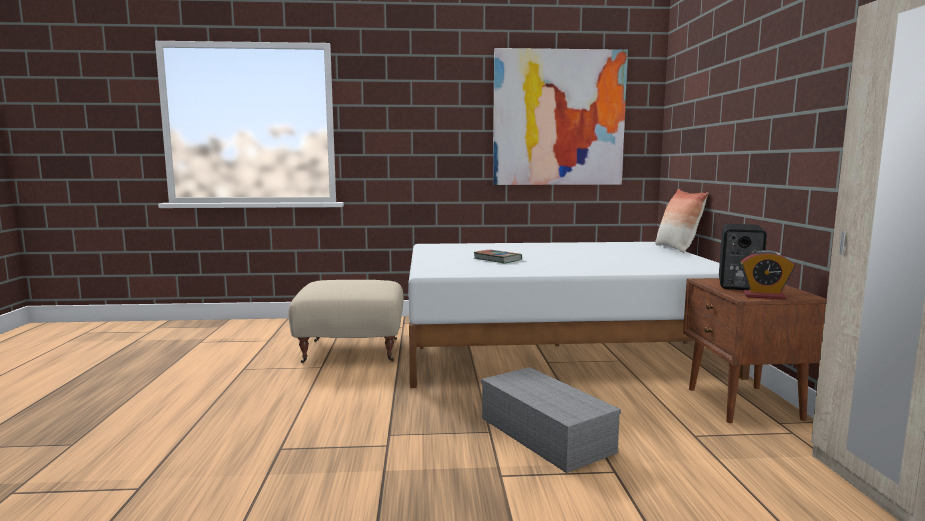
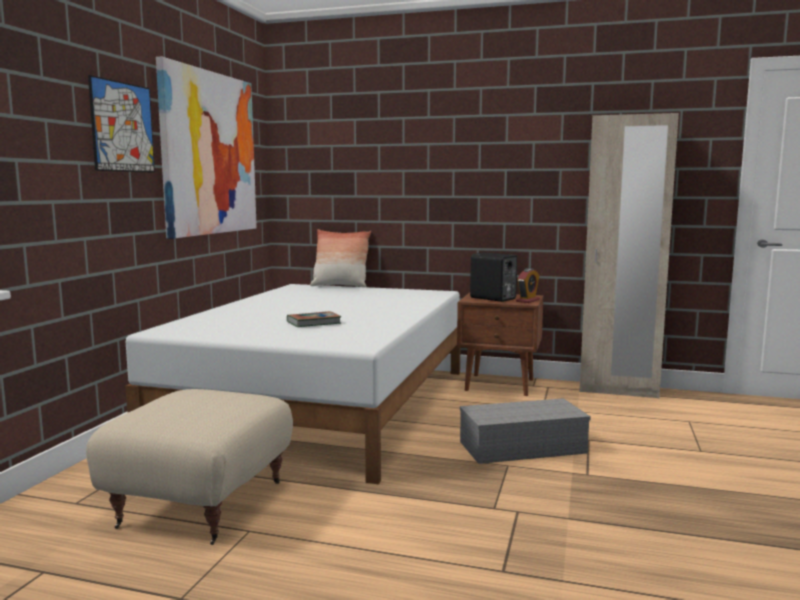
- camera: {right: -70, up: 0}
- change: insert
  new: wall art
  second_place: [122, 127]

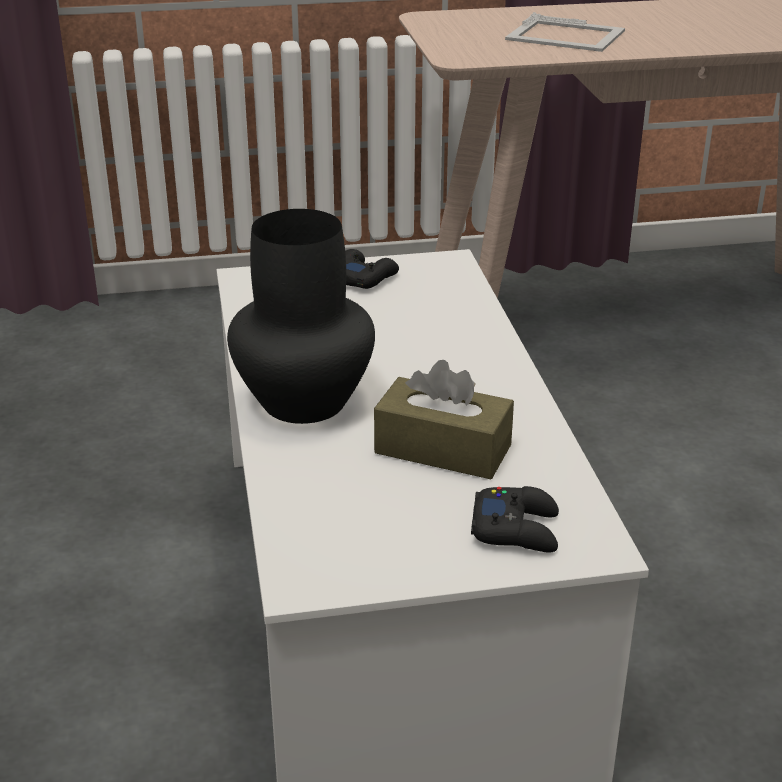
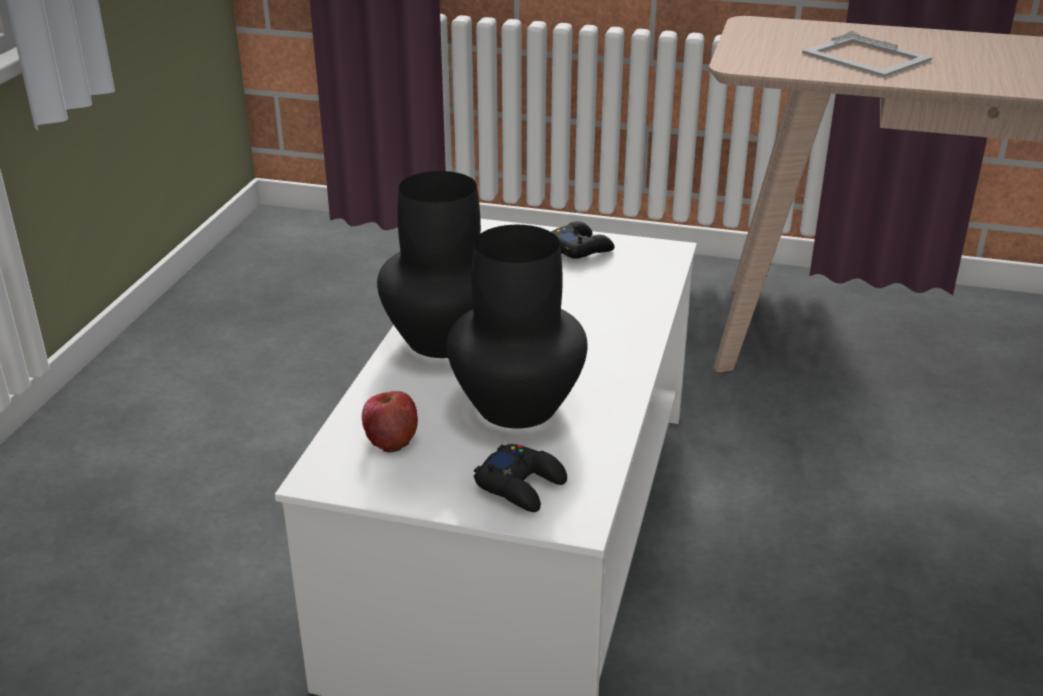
- camera: {right: 25, up: 0}
- change: insert
  new: whole apple
  second_place: [390, 439]
- change: replace
  old: tissue holder (brown-coloured)
  new: vase (black-coloured)
  first_place: [443, 449]
  second_place: [519, 405]

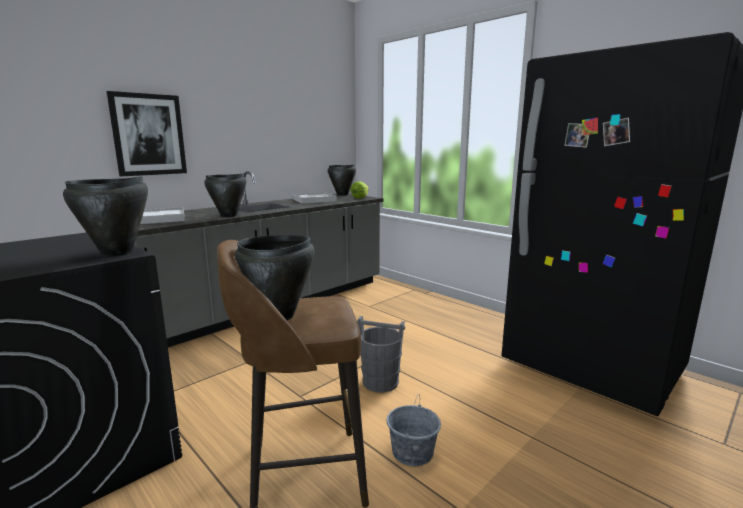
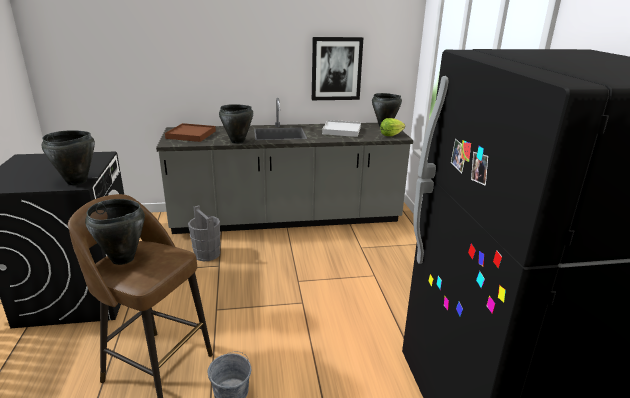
- camera: {right: 35, up: 10}
- change: recolor
  old: tray (white-coloured)
  new: tray (brown-coloured)
  first_place: [159, 219]
  second_place: [191, 135]
- change: move
  old: water bucket (grey)
  first_place: [380, 382]
  second_place: [207, 254]
- change: move
  old: wall art
  first_place: [148, 135]
  second_place: [336, 69]

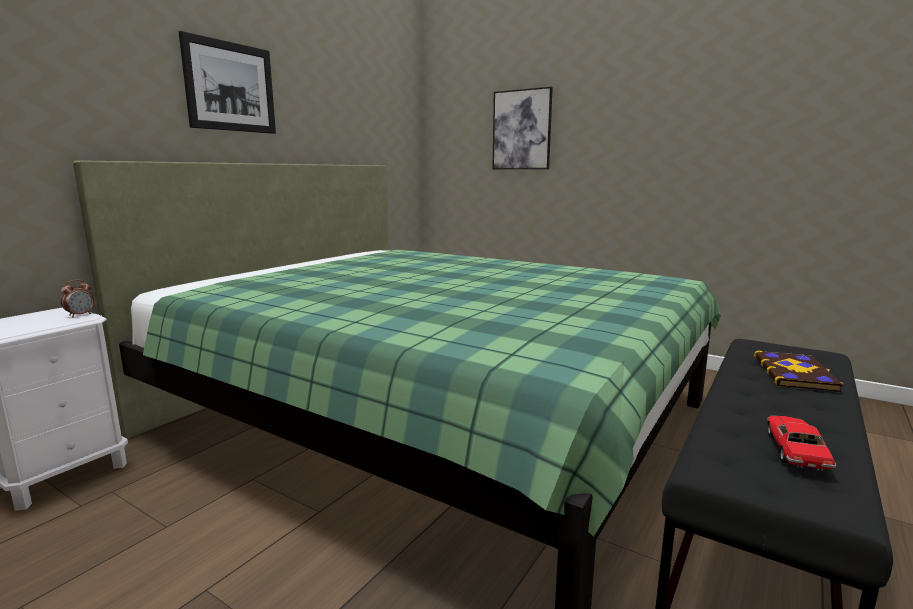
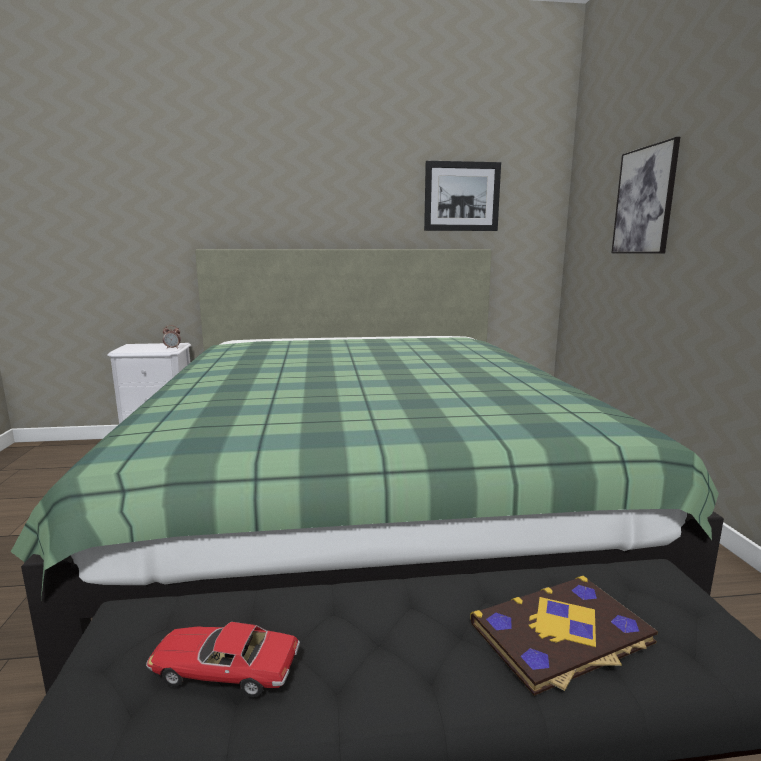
- camera: {right: 50, up: 0}
- change: rotate
  old: model car
  first_place: [795, 451]
  second_place: [224, 670]
  degrees: -150
- change: move
  old: wall art
  first_place: [230, 87]
  second_place: [462, 196]

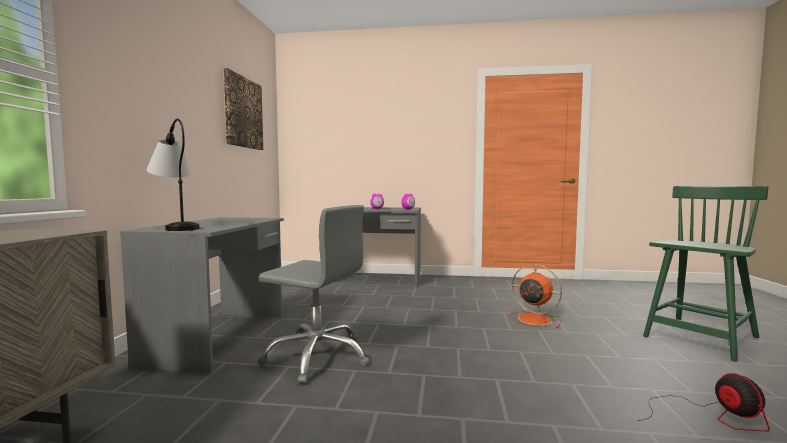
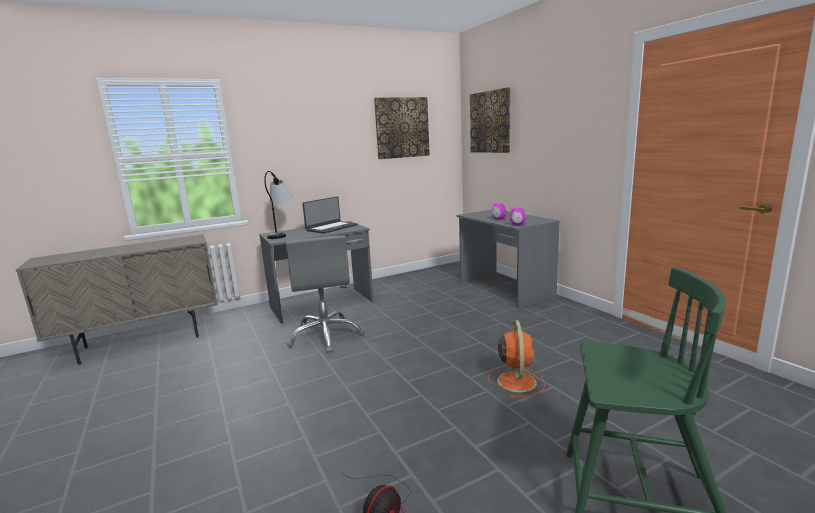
- camera: {right: 55, up: 10}
- change: insert
  new: notebook computer
  second_place: [331, 228]
- change: insert
  new: wall art
  second_place: [490, 122]

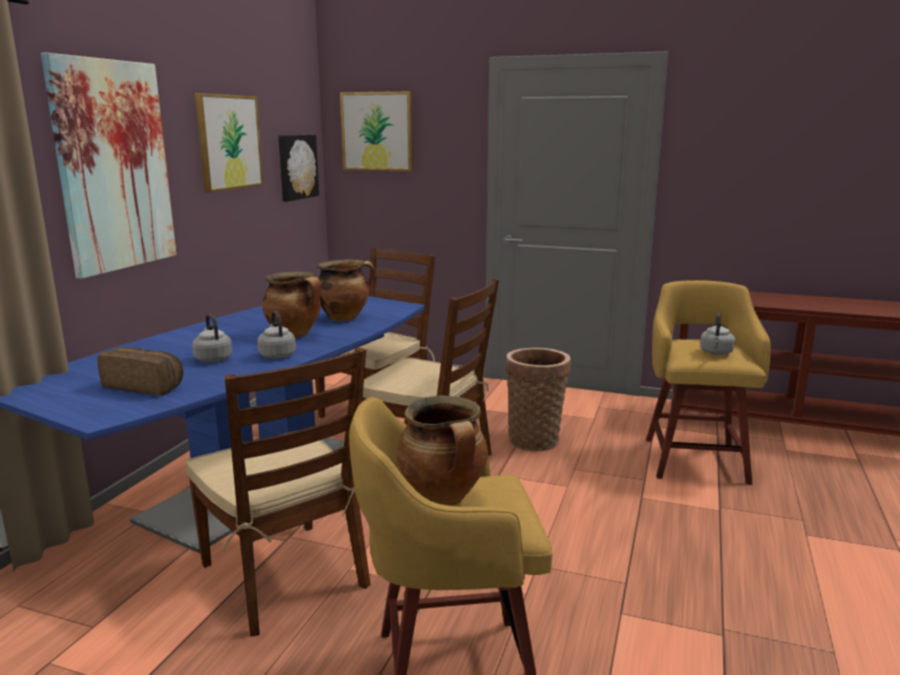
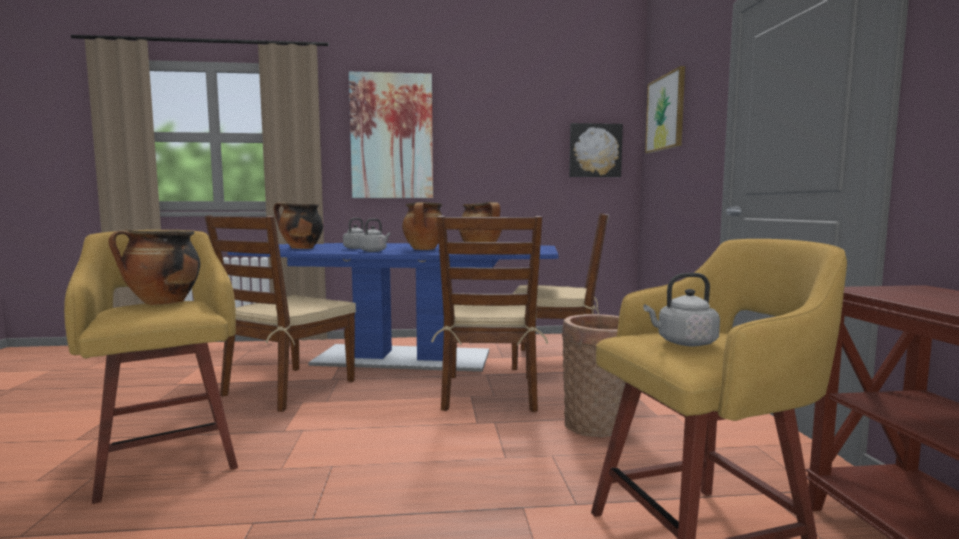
- camera: {right: 65, up: -10}
- change: replace
  old: bakery bread
  new: stockpot
  first_place: [146, 386]
  second_place: [300, 248]
- change: delete
  old: wall art
  first_place: [229, 142]

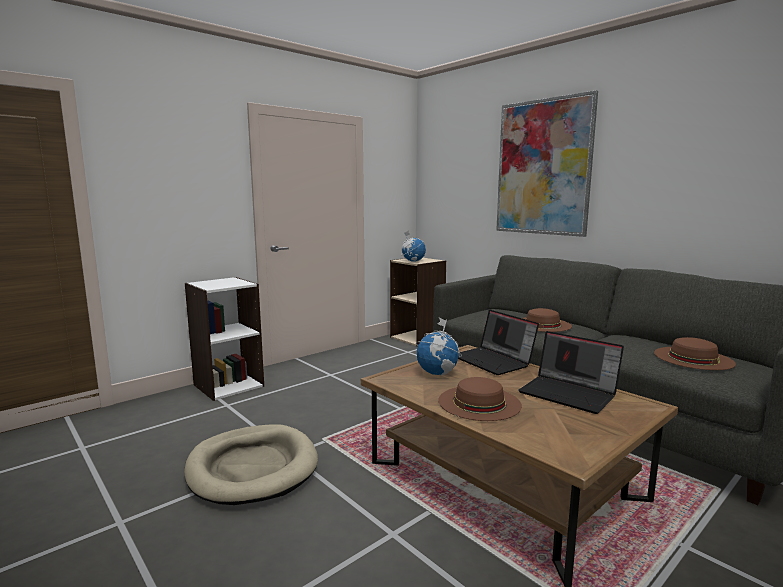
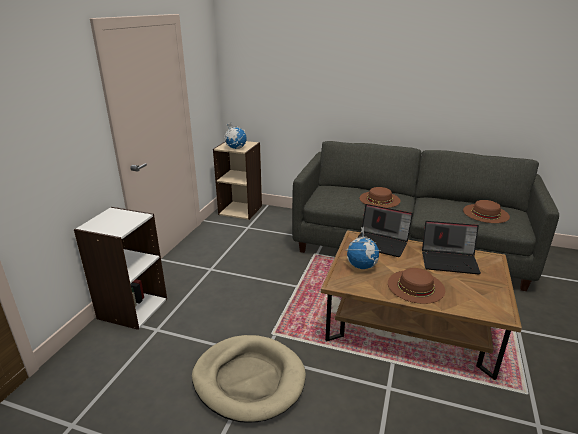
- camera: {right: -30, up: 15}
- change: delete
  old: wall art
  first_place: [543, 168]

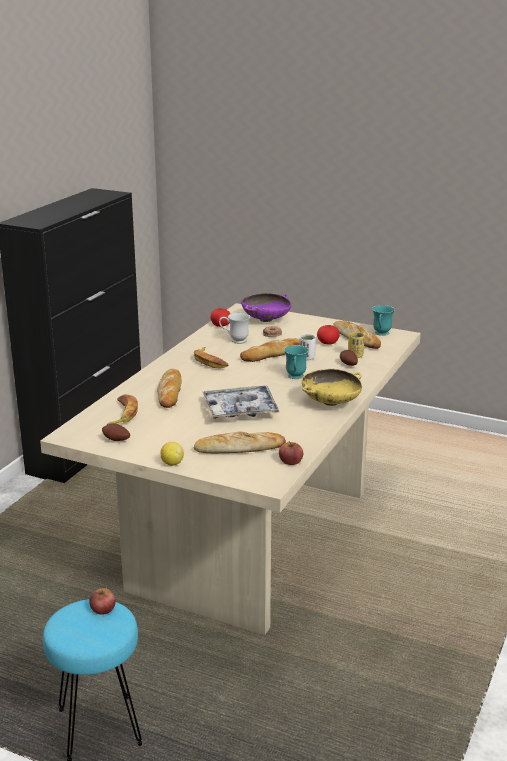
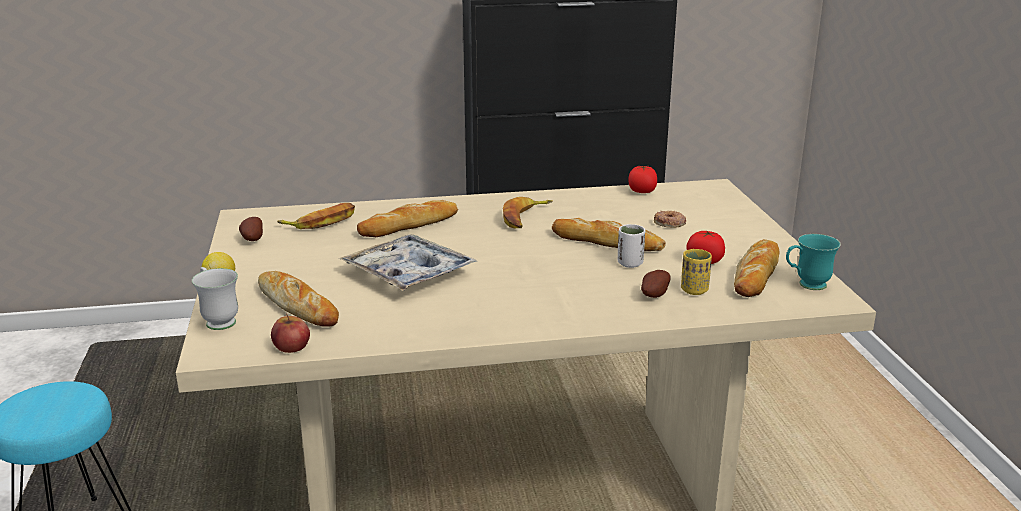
- camera: {right: 55, up: 0}
- change: move
  old: coffee mug (white-coloured)
  first_place: [234, 341]
  second_place: [218, 320]
- change: delete
  old: whole apple
  first_place: [103, 609]
- change: delete
  old: bowl (purple-coloured)
  first_place: [266, 320]
- change: delete
  old: coffee mug (turquoise)
  first_place: [295, 378]
- change: delete
  old: bowl (yellow-coloured)
  first_place: [331, 403]

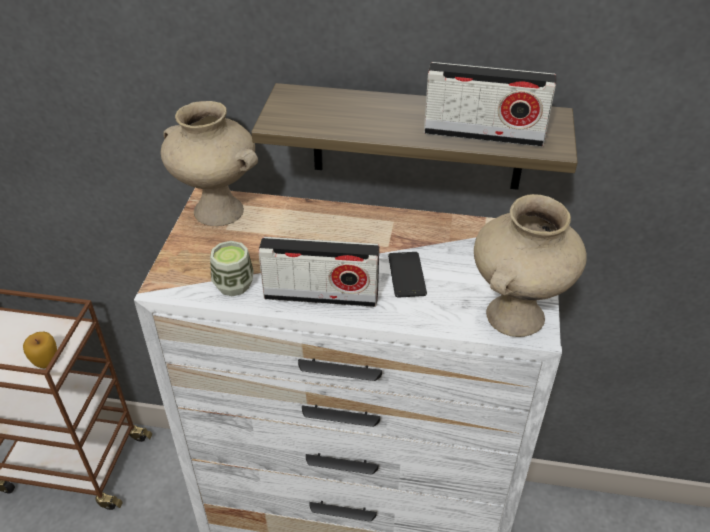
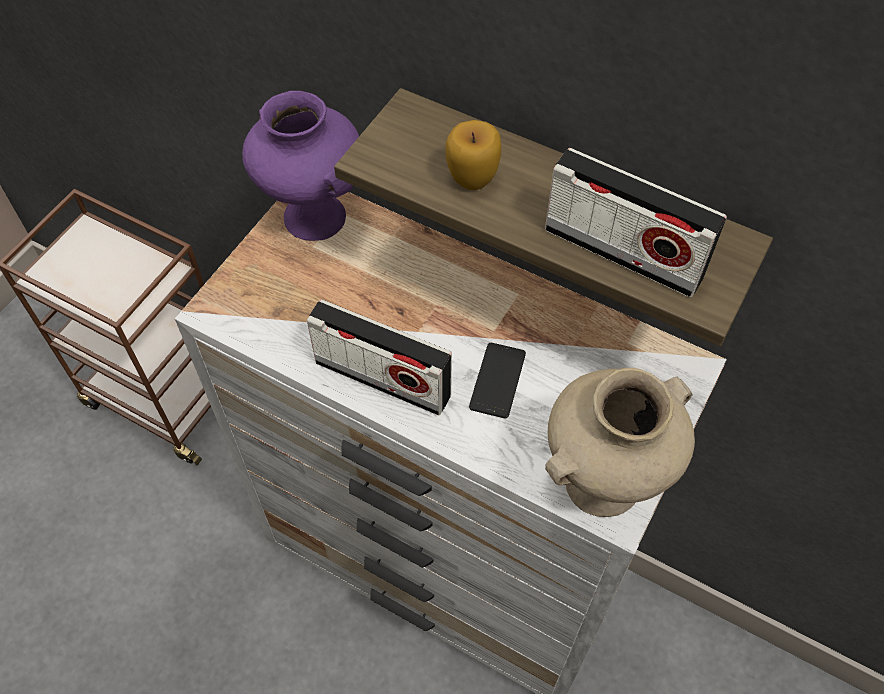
- camera: {right: 20, up: 15}
- change: recolor
  old: vase (beige)
  new: vase (purple-coloured)
  first_place: [216, 211]
  second_place: [312, 217]
- change: move
  old: whole apple
  first_place: [46, 362]
  second_place: [472, 178]
- change: delete
  old: cup
  first_place: [233, 285]

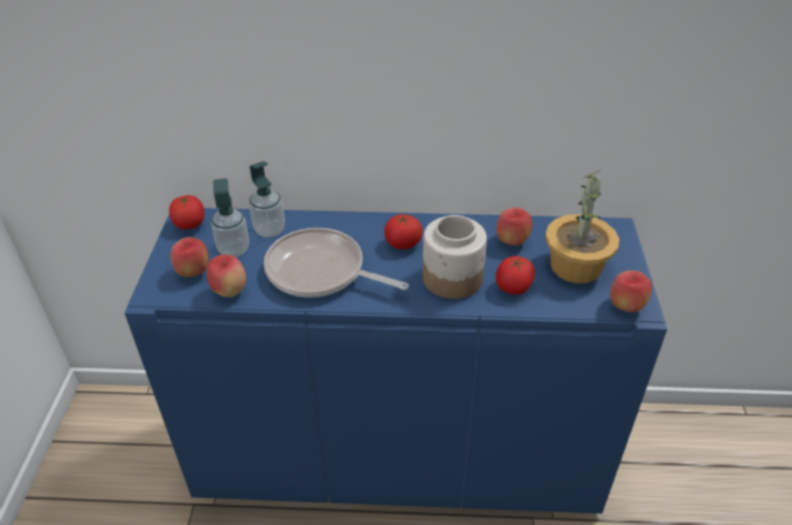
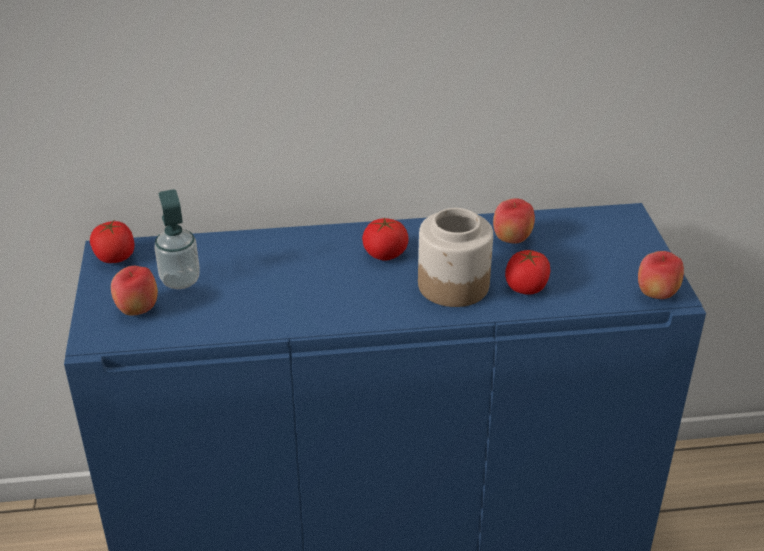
- camera: {right: -10, up: -5}
- change: delete
  old: whole apple
  first_place: [230, 291]
- change: delete
  old: soap bottle
  first_place: [269, 230]
- change: delete
  old: frying pan
  first_place: [320, 272]
- change: delete
  old: plant in a pot
  first_place: [576, 267]

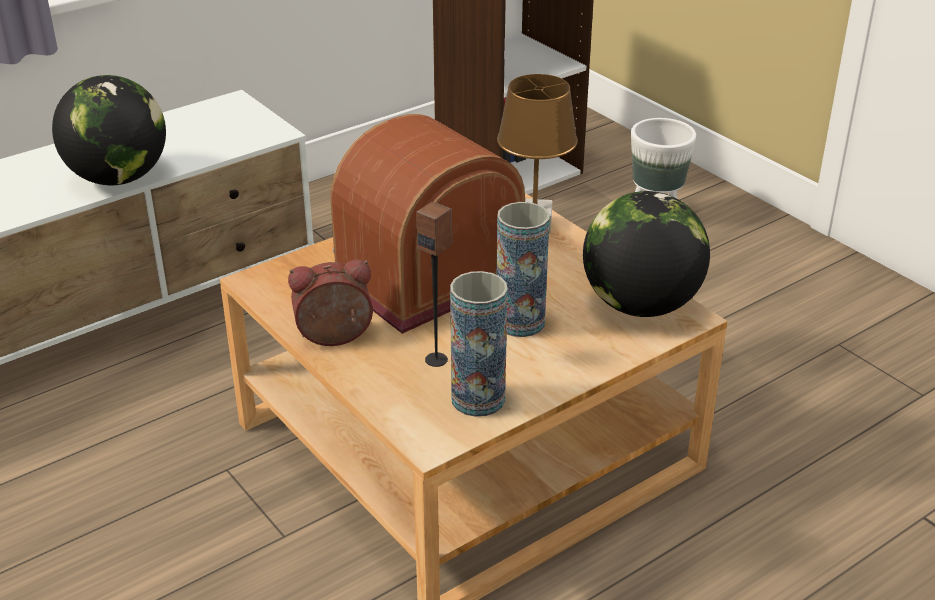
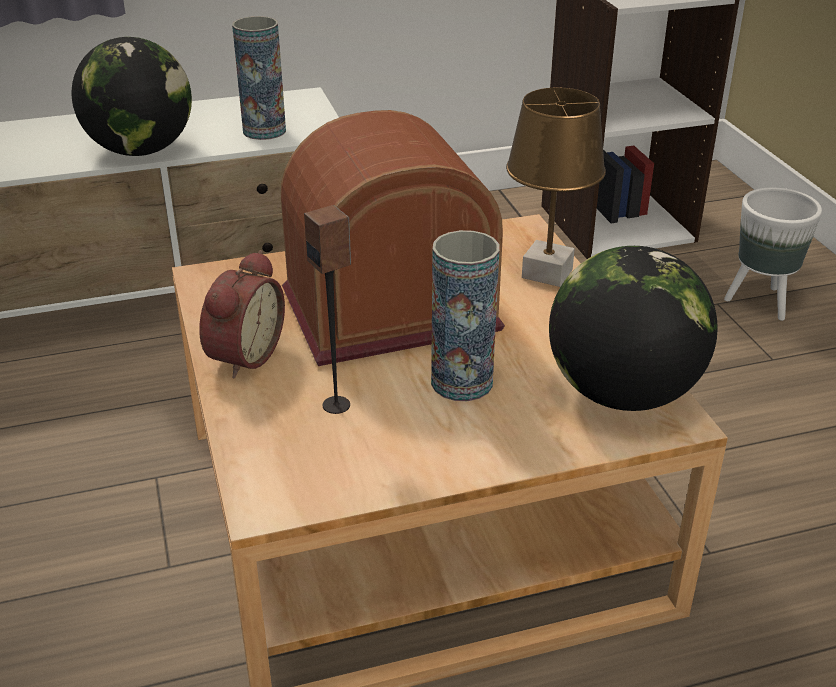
- camera: {right: 20, up: 0}
- change: rotate
  old: alarm clock
  first_place: [334, 338]
  second_place: [242, 355]
  degrees: 105
- change: move
  old: vase
  first_place: [478, 399]
  second_place: [264, 131]

